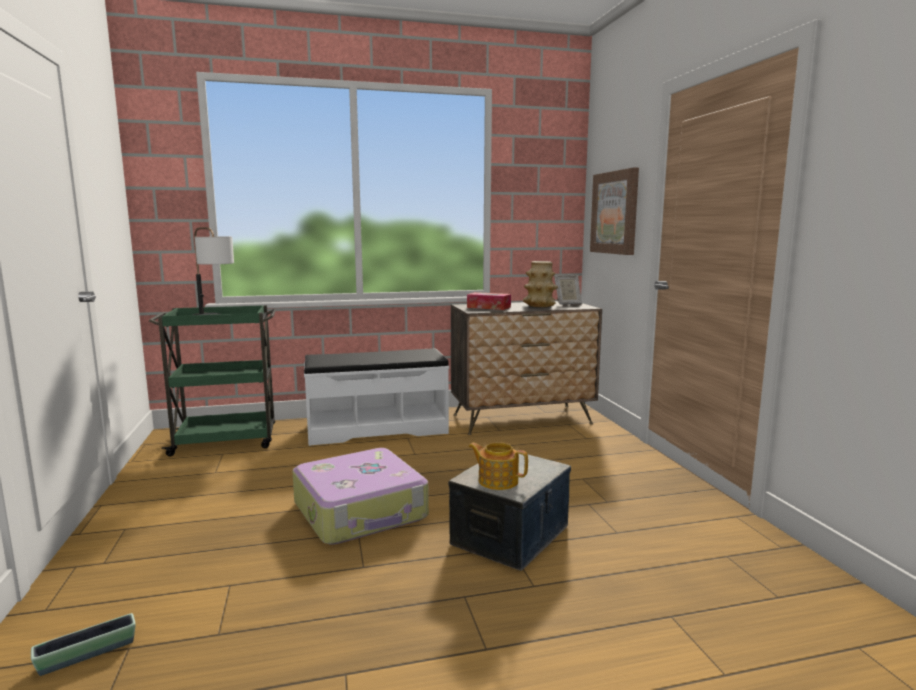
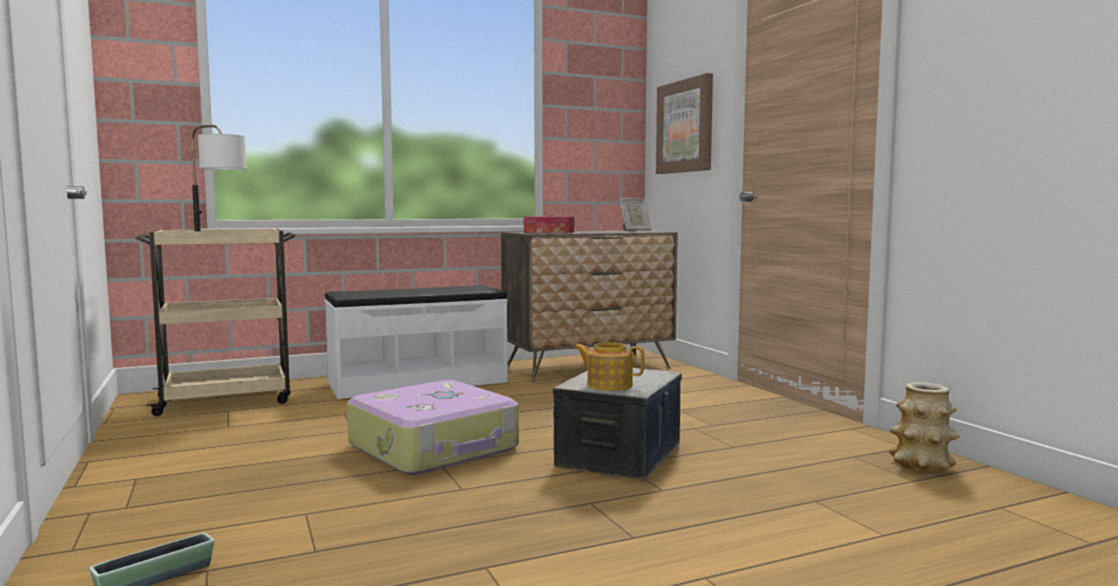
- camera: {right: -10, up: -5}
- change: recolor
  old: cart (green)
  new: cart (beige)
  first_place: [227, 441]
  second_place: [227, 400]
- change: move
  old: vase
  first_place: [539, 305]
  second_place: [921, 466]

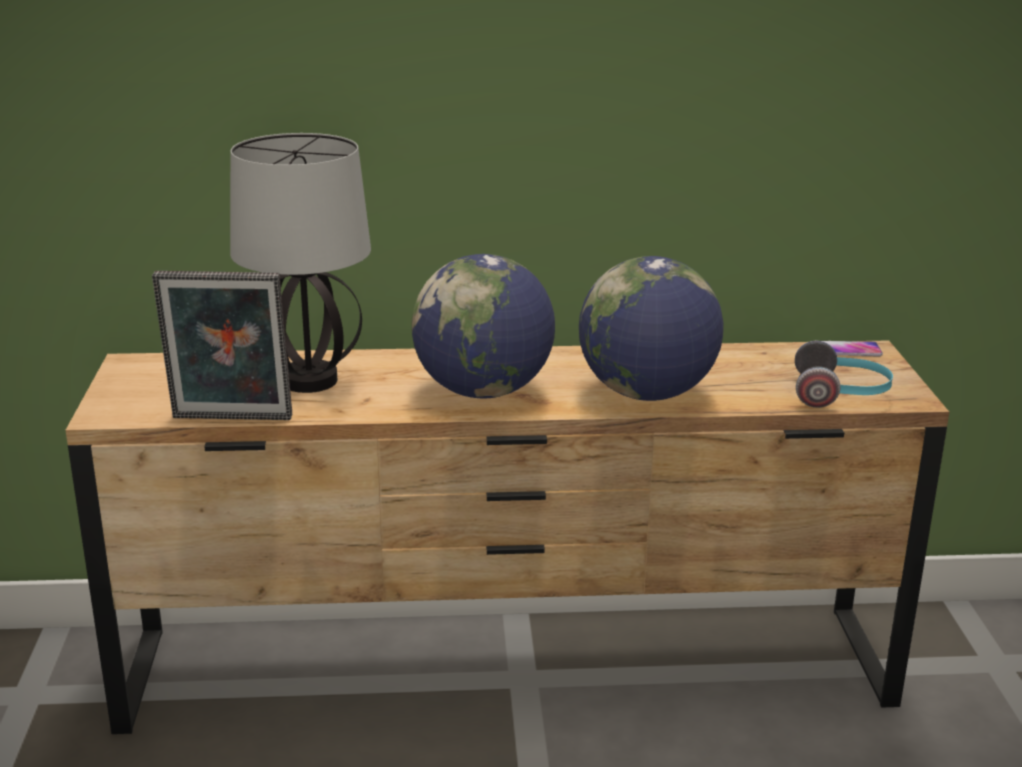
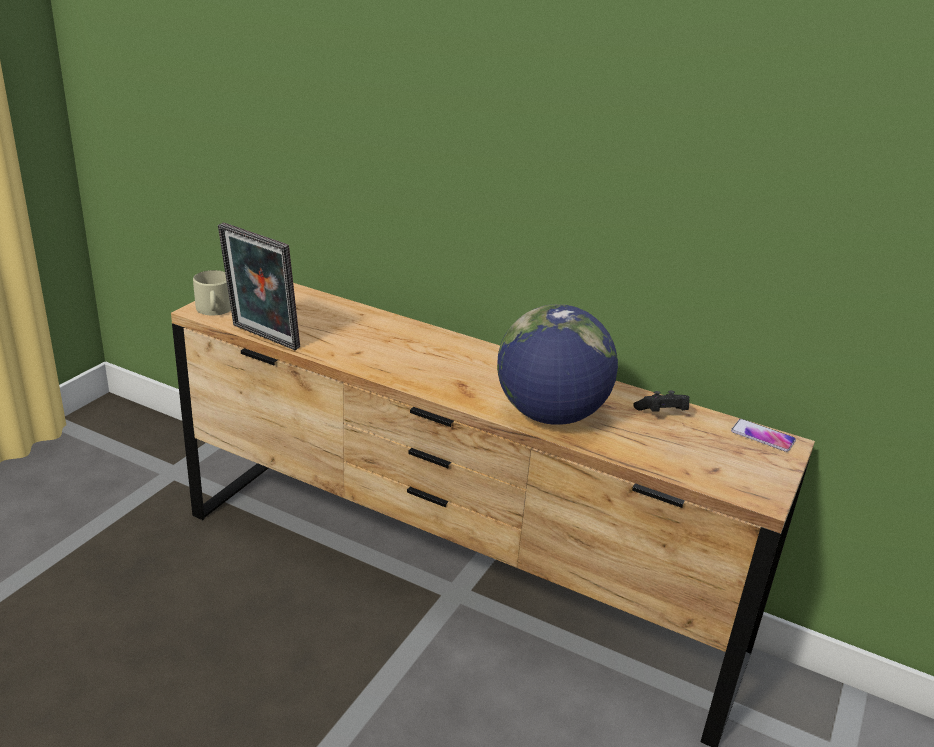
- camera: {right: 30, up: 5}
- change: insert
  new: coffee mug (beige)
  second_place: [214, 309]
- change: insert
  new: game controller (black-coloured)
  second_place: [662, 414]
- change: delete
  old: table lamp
  first_place: [307, 380]
- change: delete
  old: world globe
  first_place: [483, 391]
- change: delete
  old: headphones
  first_place: [841, 395]

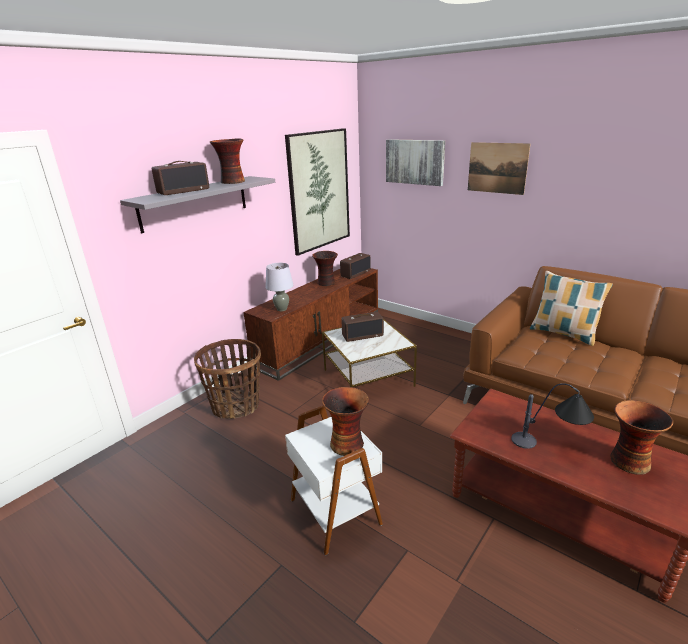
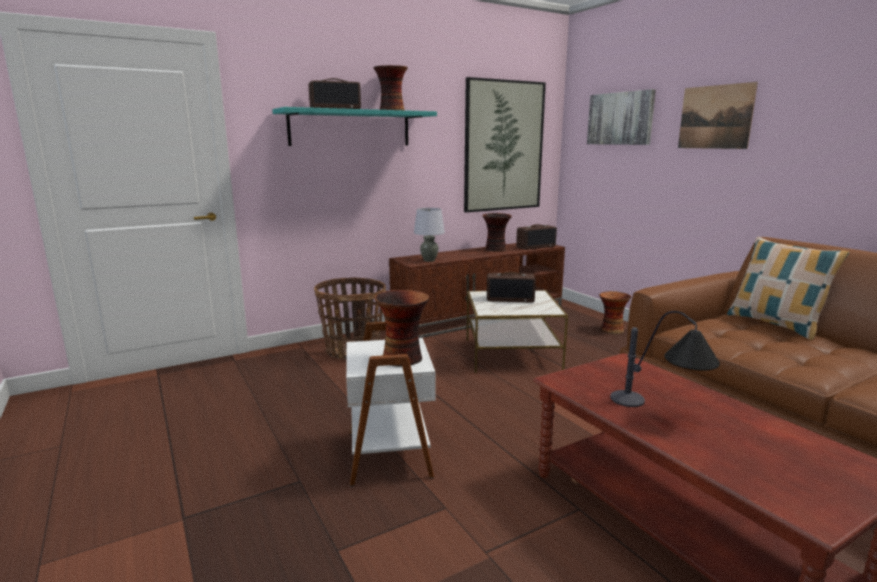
- camera: {right: 20, up: -10}
- change: recolor
  old: wall shelf (grey)
  new: wall shelf (turquoise)
  first_place: [195, 203]
  second_place: [350, 128]
- change: move
  old: vase
  first_place: [628, 461]
  second_place: [611, 330]

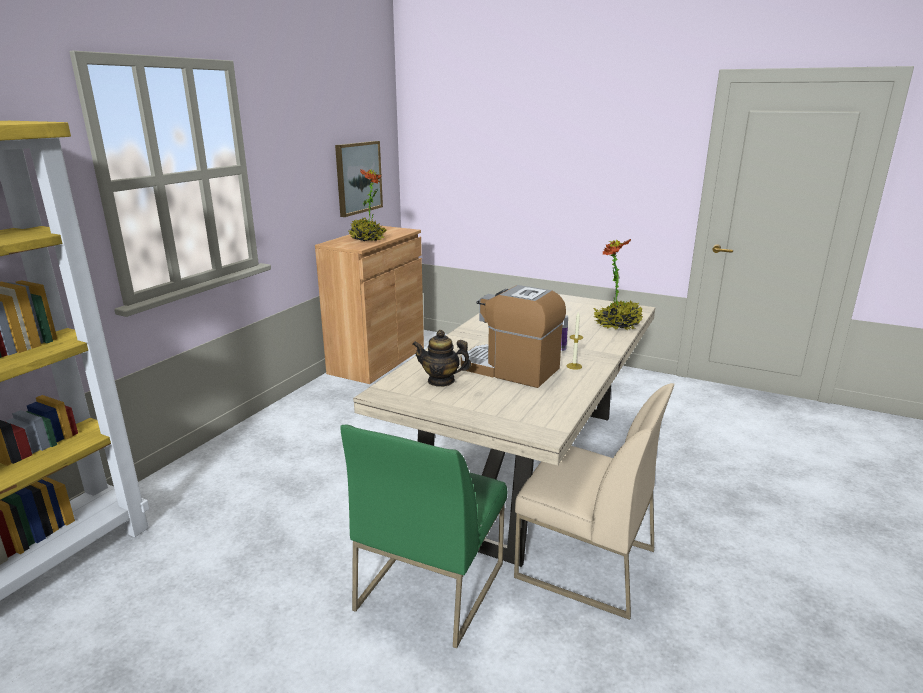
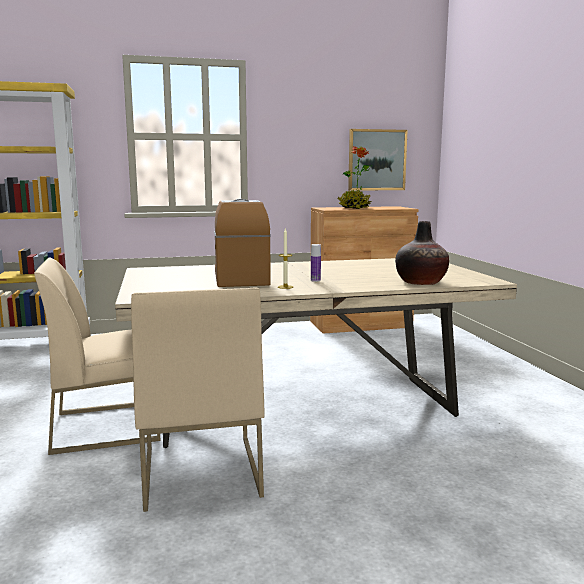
- camera: {right: 50, up: -10}
- change: recolor
  old: upright chair (green)
  new: upright chair (beige)
  first_place: [430, 584]
  second_place: [108, 426]
- change: replace
  old: plant in a pot
  new: vase
  first_place: [617, 325]
  second_place: [421, 282]
- change: delete
  old: teapot
  first_place: [441, 381]

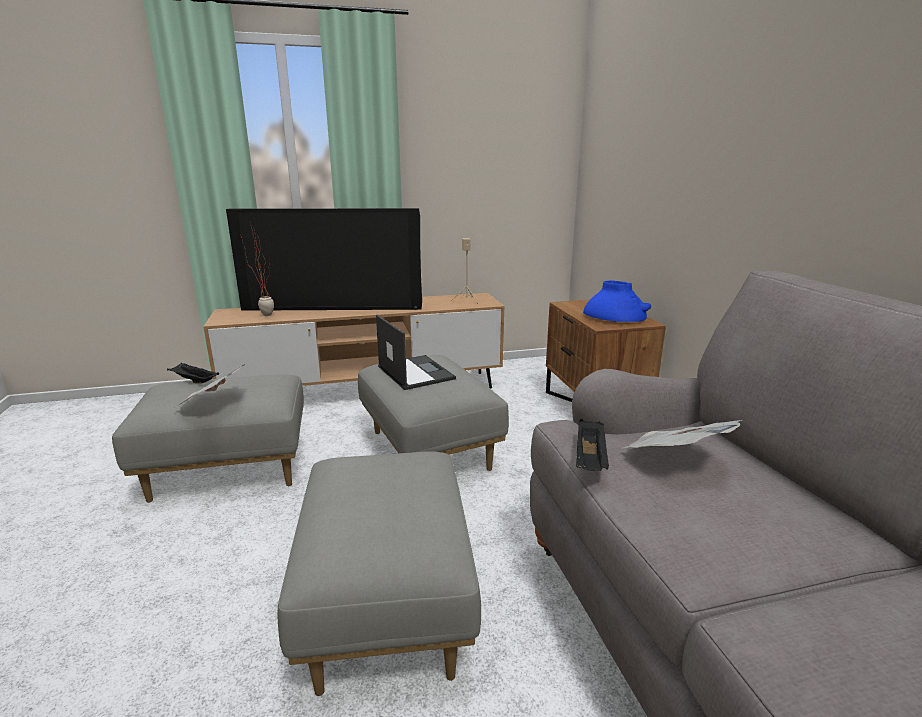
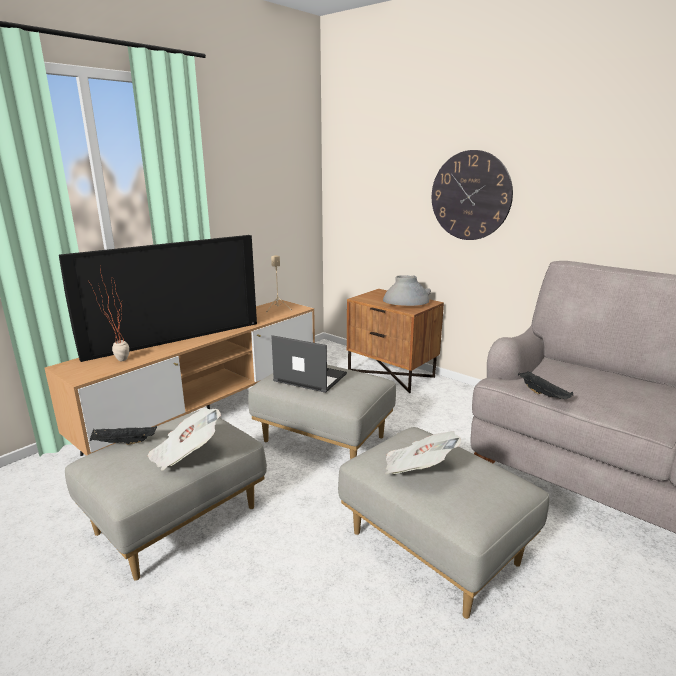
- camera: {right: -35, up: 0}
- change: recolor
  old: vase (blue)
  new: vase (grey)
  first_place: [614, 316]
  second_place: [406, 301]
- change: move
  old: newspaper
  first_place: [675, 459]
  second_place: [418, 469]
- change: insert
  new: wall clock
  second_place: [470, 196]

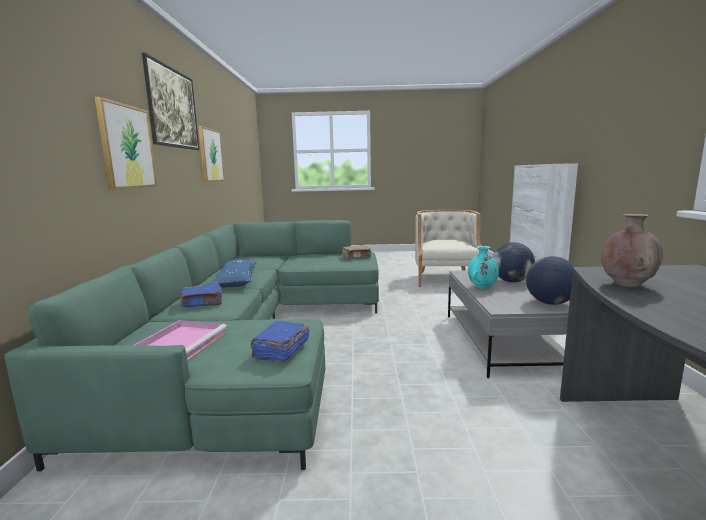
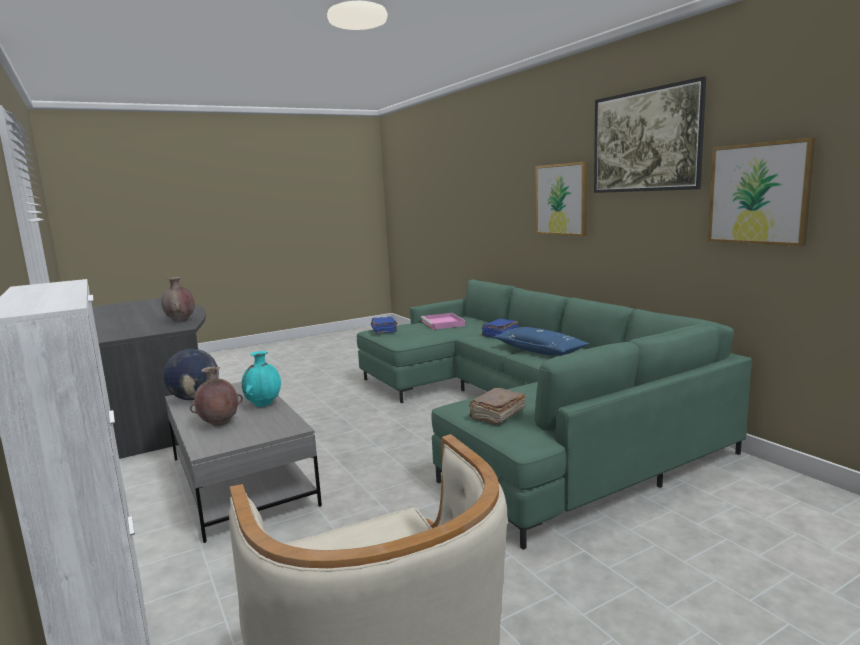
- camera: {right: 150, up: 0}
- change: replace
  old: world globe
  new: vase (brown-coloured)
  first_place: [511, 281]
  second_place: [219, 424]

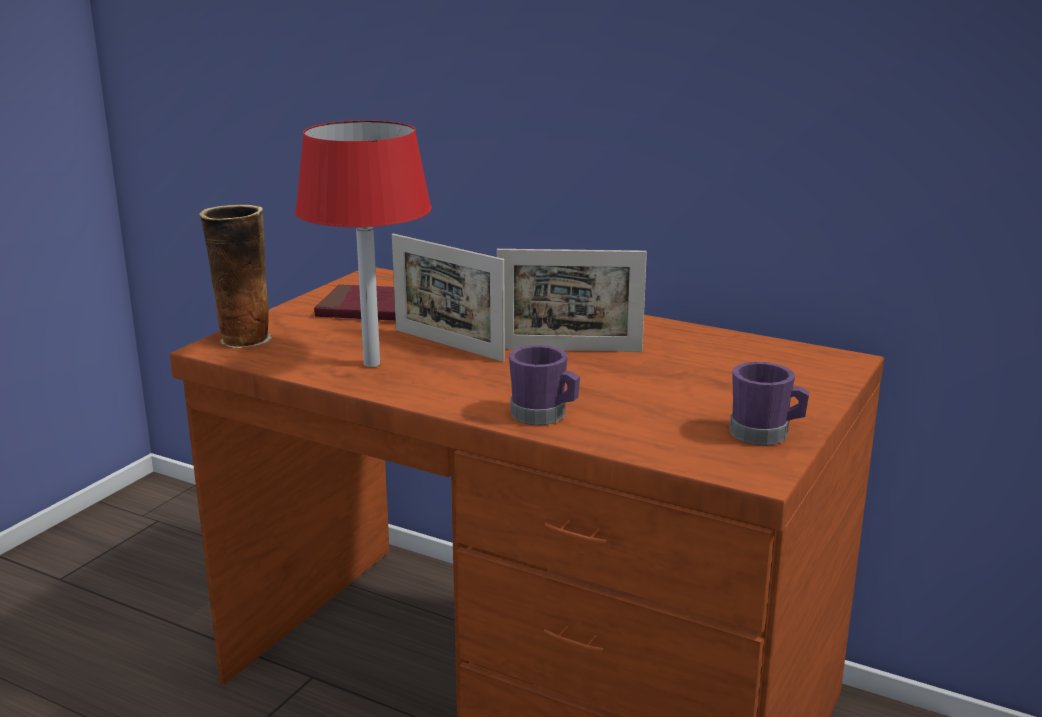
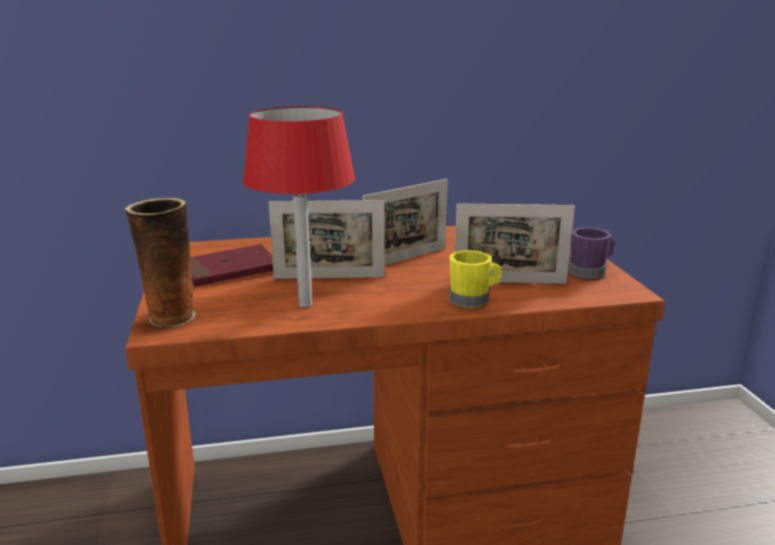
- camera: {right: -40, up: 0}
- change: recolor
  old: coffee mug (purple-coloured)
  new: coffee mug (yellow-coloured)
  first_place: [544, 415]
  second_place: [473, 299]
- change: insert
  new: picture frame
  second_place: [510, 282]

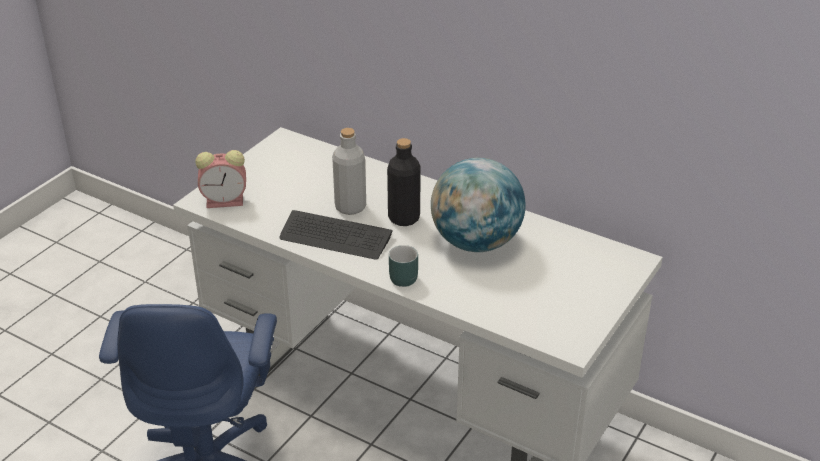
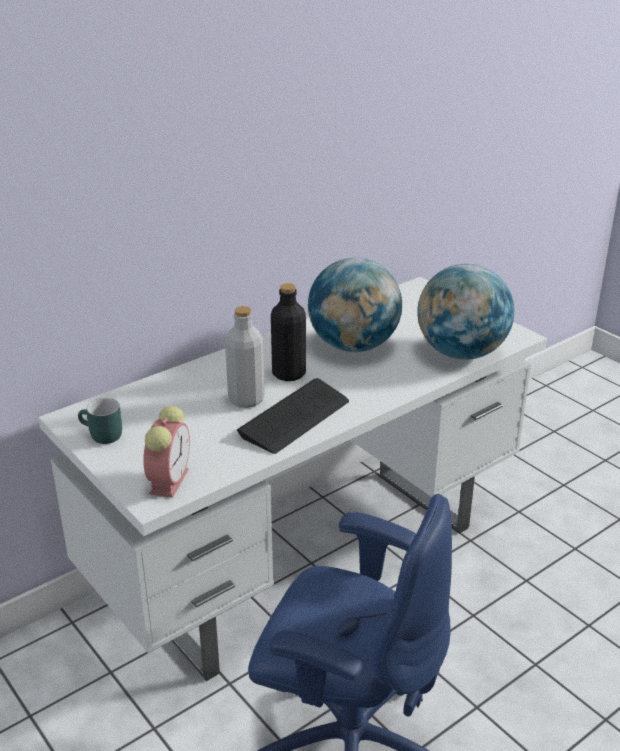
- camera: {right: -70, up: -5}
- change: move
  old: coffee mug (turquoise)
  first_place: [401, 276]
  second_place: [101, 436]
- change: insert
  new: world globe
  second_place: [461, 353]

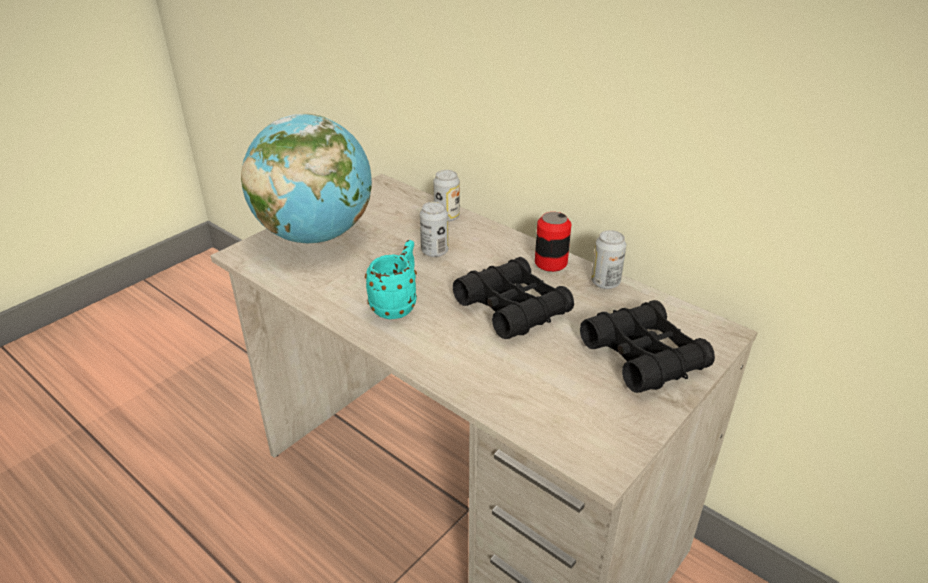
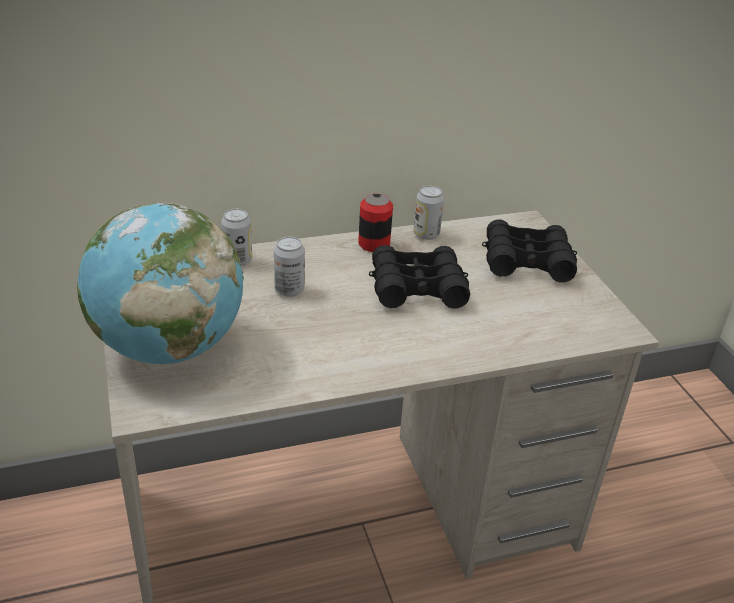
- camera: {right: -60, up: 0}
- change: delete
  old: coffee mug (turquoise)
  first_place: [397, 304]

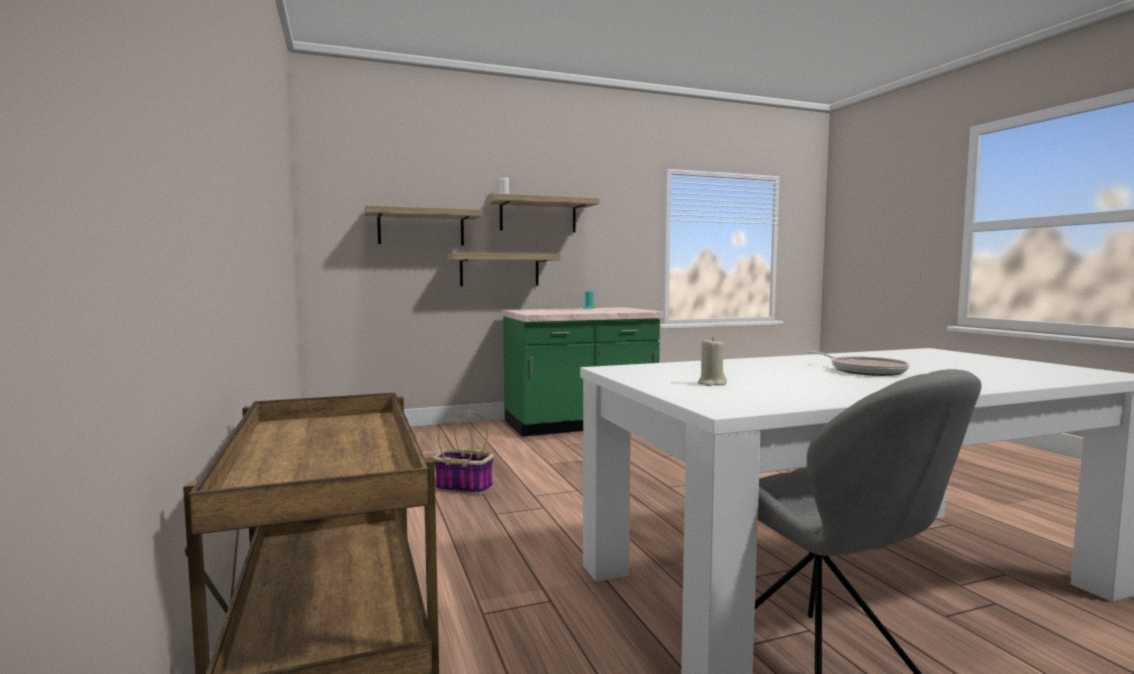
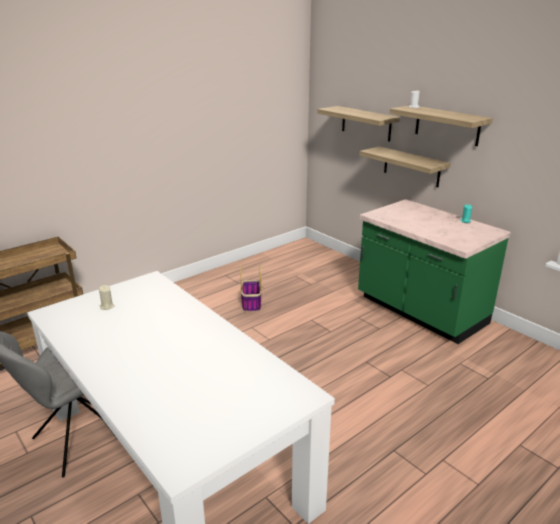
- camera: {right: 70, up: 20}
- change: delete
  old: frying pan
  first_place: [864, 371]

